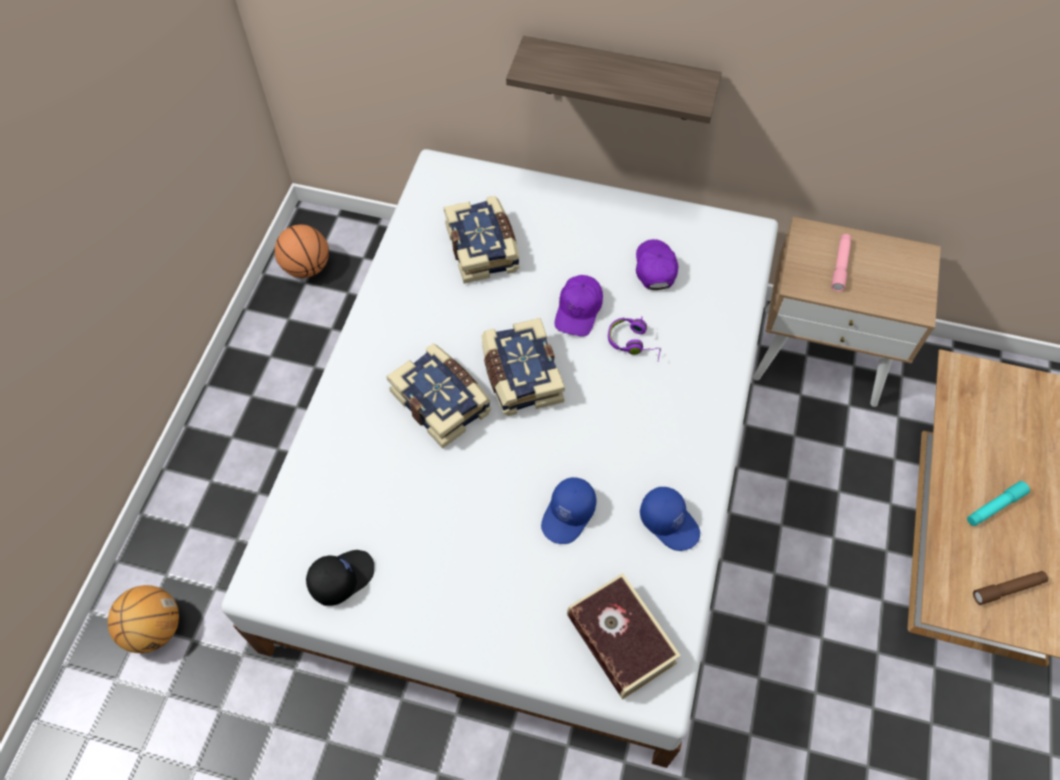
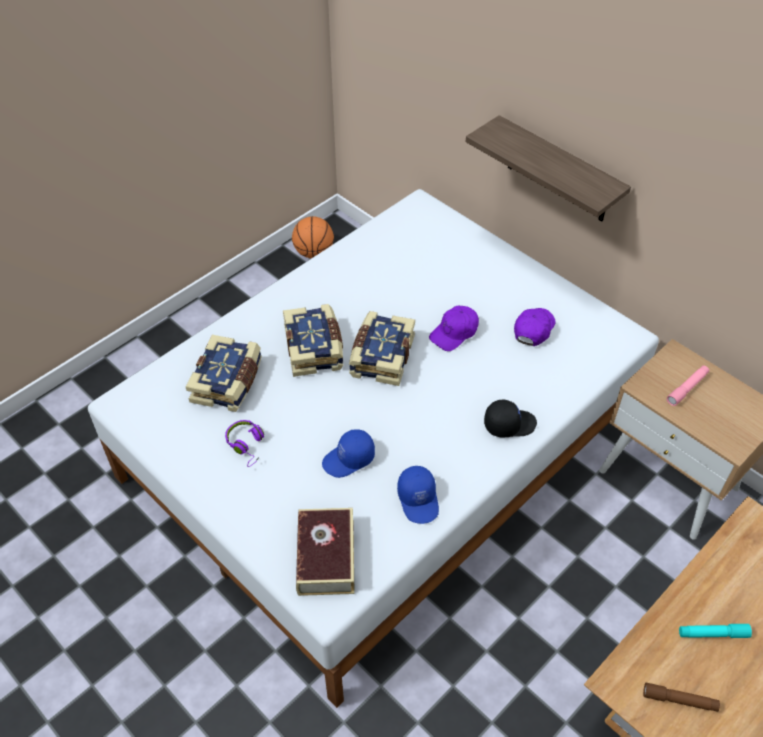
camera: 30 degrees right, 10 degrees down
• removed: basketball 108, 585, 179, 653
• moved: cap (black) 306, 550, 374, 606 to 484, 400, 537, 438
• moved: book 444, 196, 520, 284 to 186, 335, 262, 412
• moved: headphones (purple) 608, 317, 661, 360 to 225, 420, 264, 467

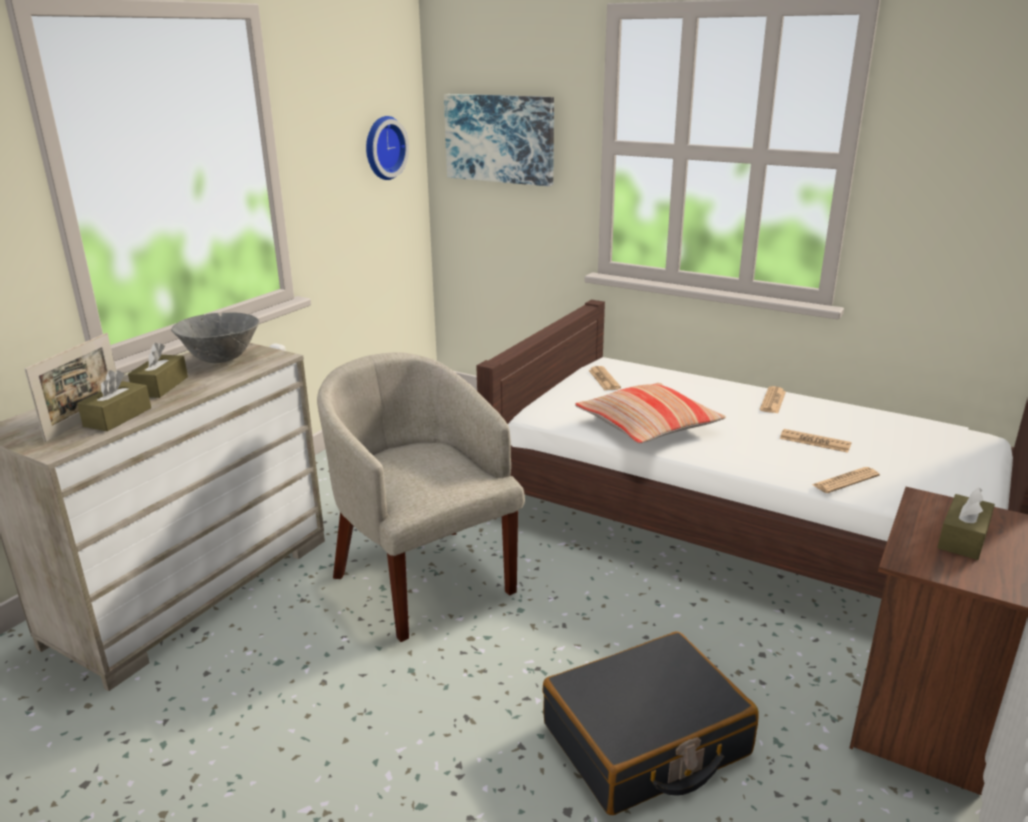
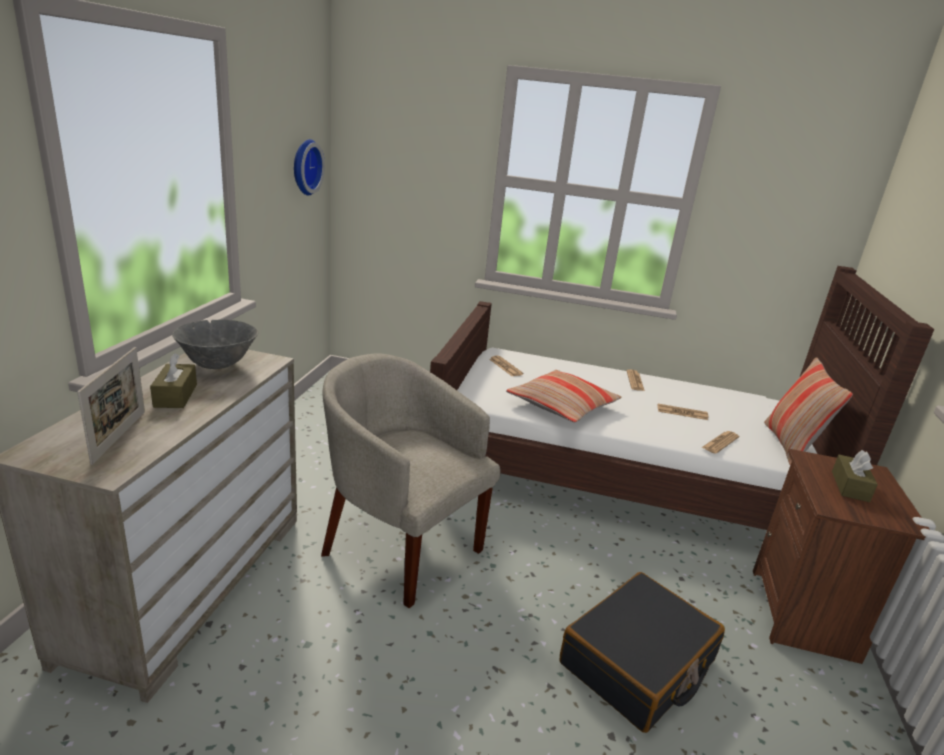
camera: 20 degrees left, 0 degrees up
• removed: tissue box (brown) 77, 370, 151, 431
• removed: picture 444, 94, 554, 186
• added: pillow 764, 357, 853, 465

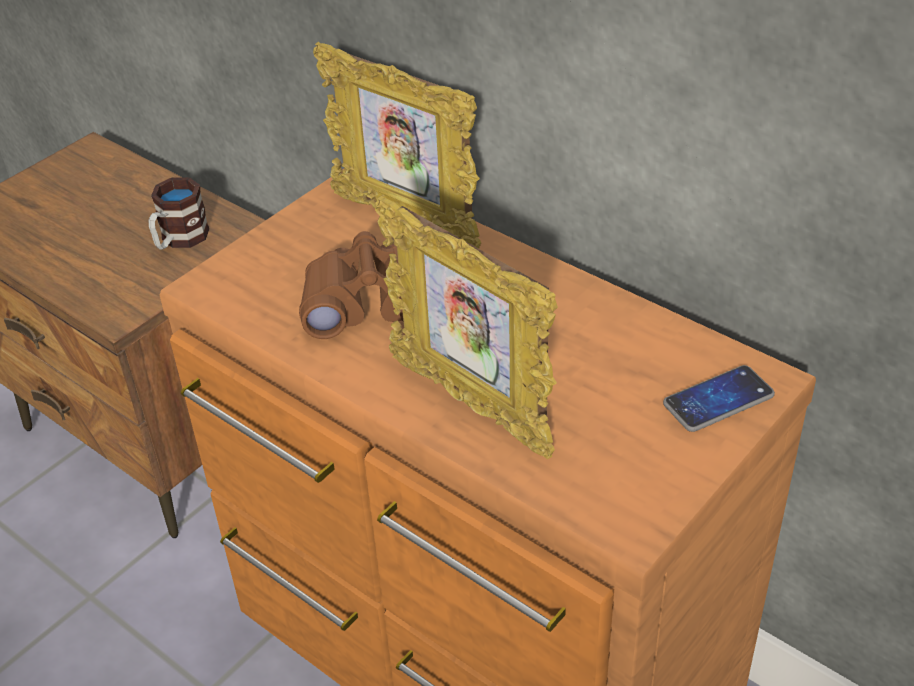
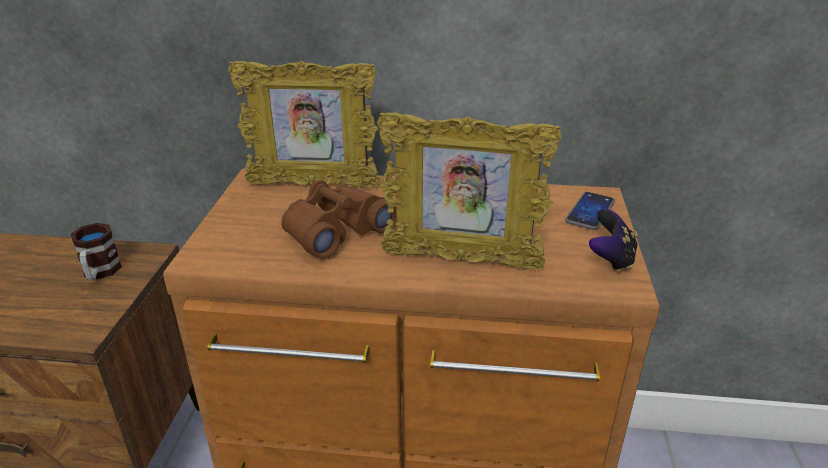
camera: 35 degrees left, 10 degrees down
• added: game controller 589, 209, 638, 273

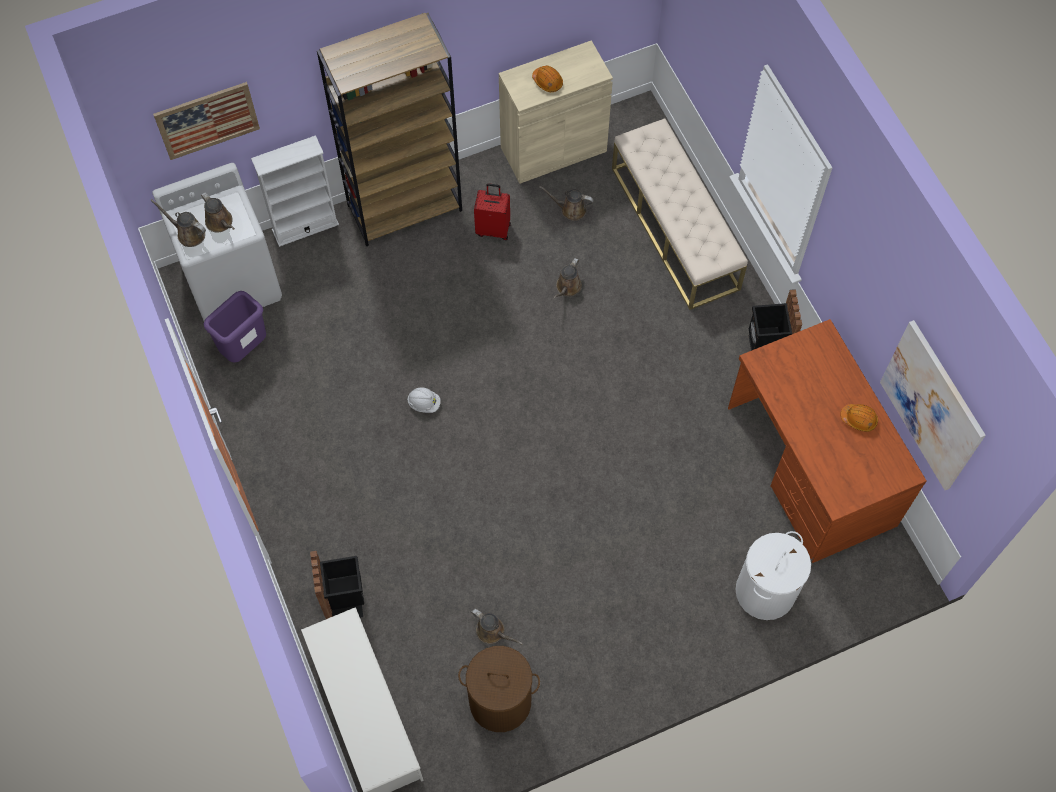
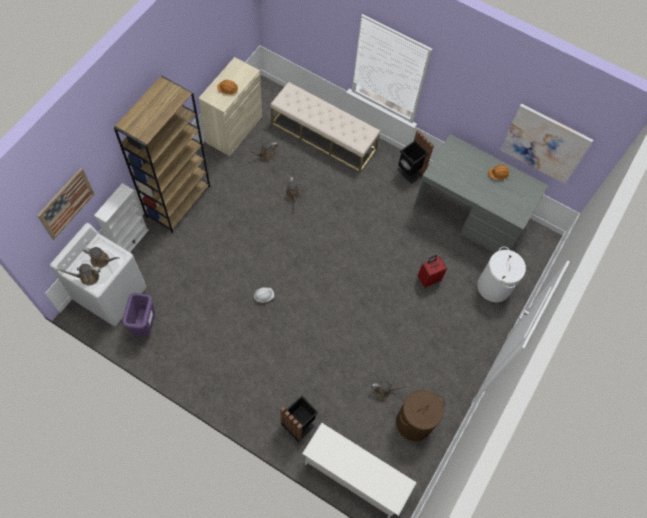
camera: 40 degrees left, 0 degrees up
• moved: suitcase (red) 474, 183, 511, 240 to 418, 255, 447, 288
• recoloured: desk (brown) 728, 319, 927, 563 to desk (grey) 413, 134, 549, 253

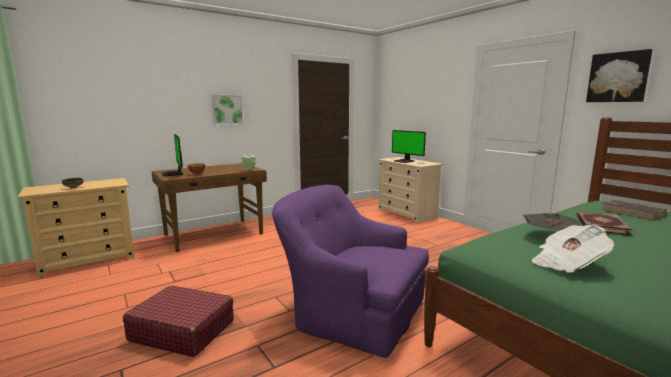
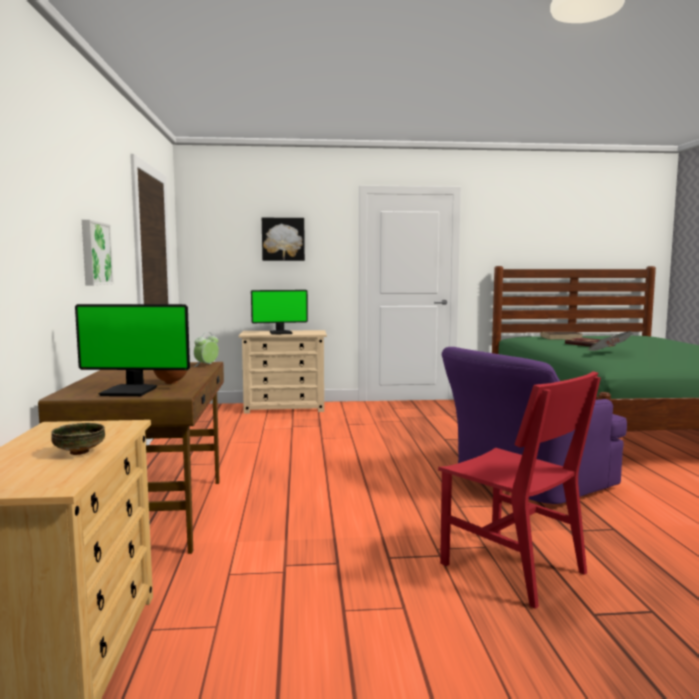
camera: 60 degrees left, 5 degrees down
• replaced: suitcase (red) 123, 286, 234, 357 to chair (red) 438, 371, 601, 609
• removed: newspaper 532, 225, 614, 273
• moved: picture 586, 49, 653, 102 to 262, 218, 305, 261

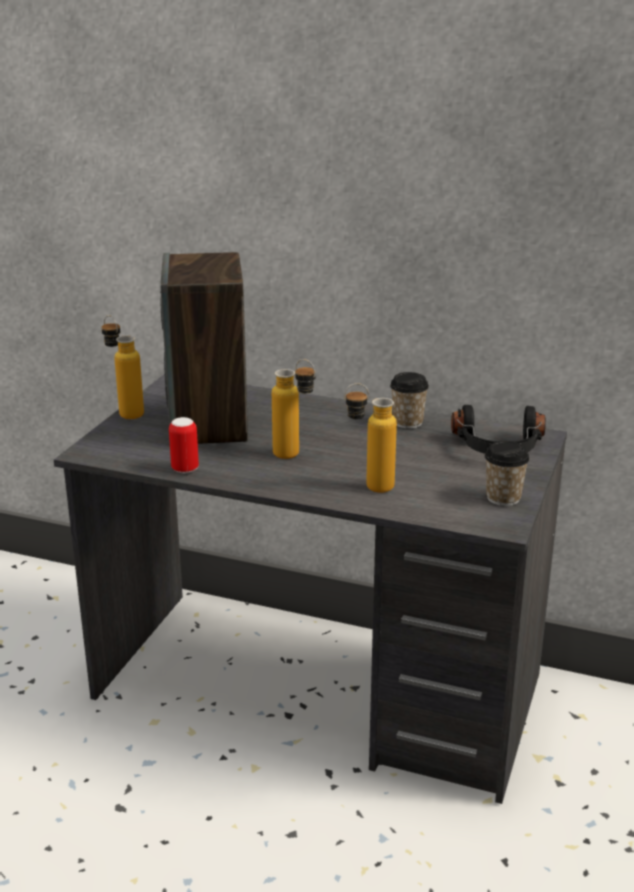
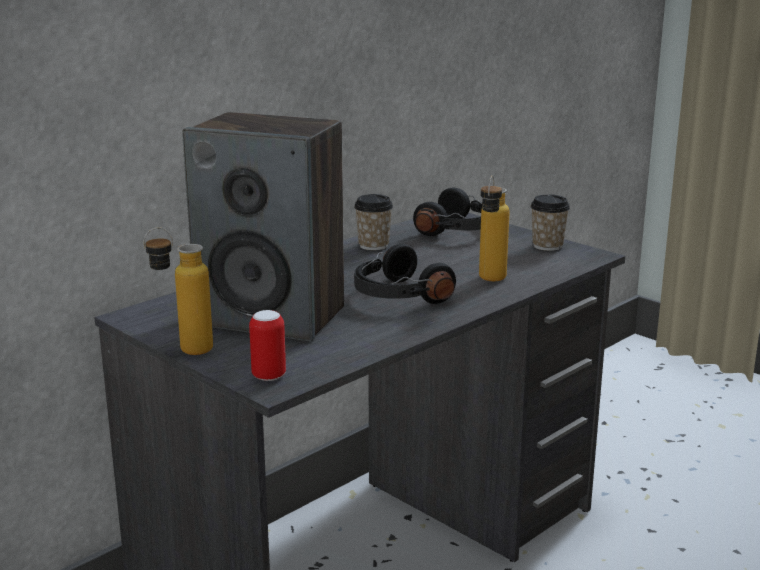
camera: 65 degrees left, 5 degrees down
• moved: can 169, 417, 199, 474 to 249, 310, 286, 381
• replaced: bottle 272, 359, 316, 459 to headphones (black) 354, 244, 456, 304

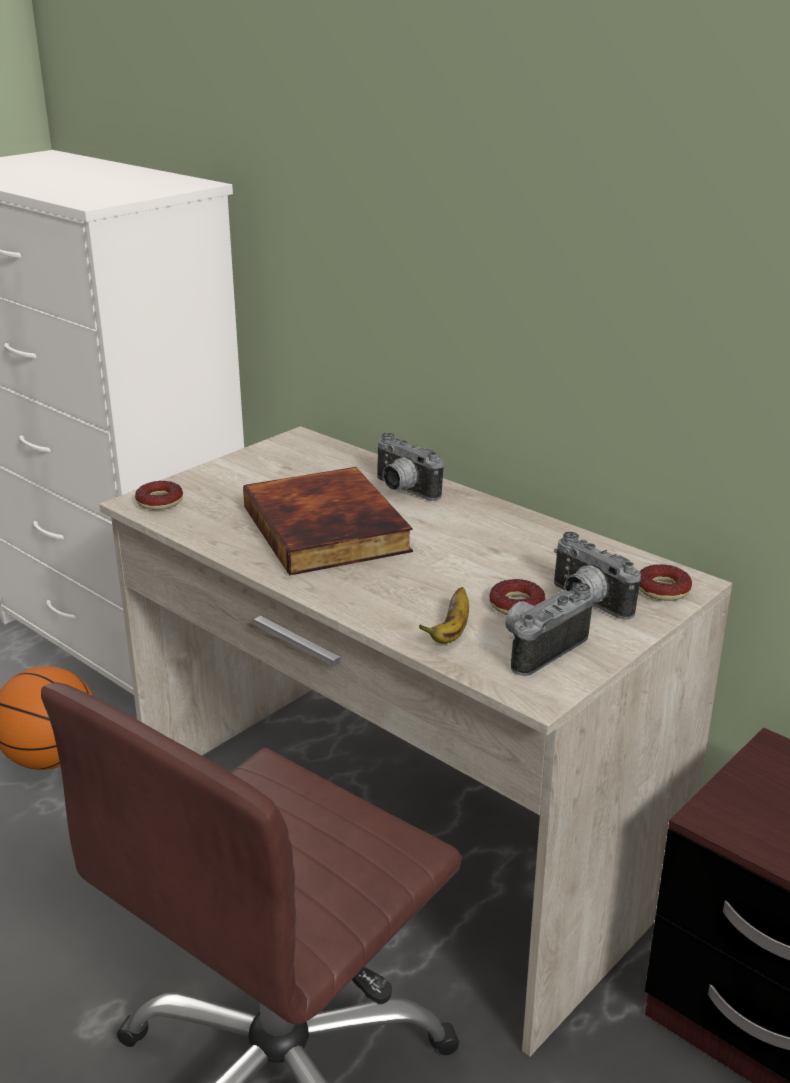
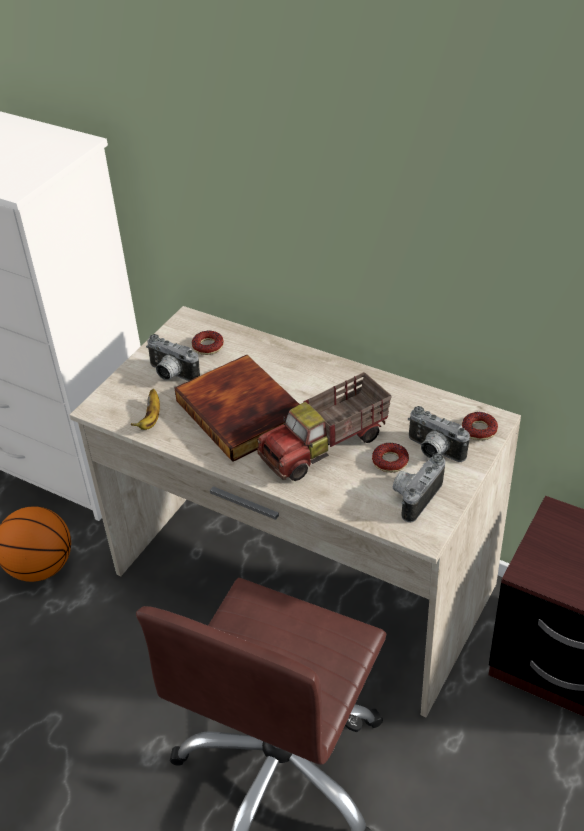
camera: 10 degrees left, 15 degrees up
• moved: donut 135, 481, 183, 510 to 192, 331, 224, 355
• moved: photo camera 375, 433, 444, 501 to 146, 334, 200, 381
• moved: banana 419, 587, 469, 643 to 131, 389, 160, 430
• added: toy truck 257, 372, 392, 481

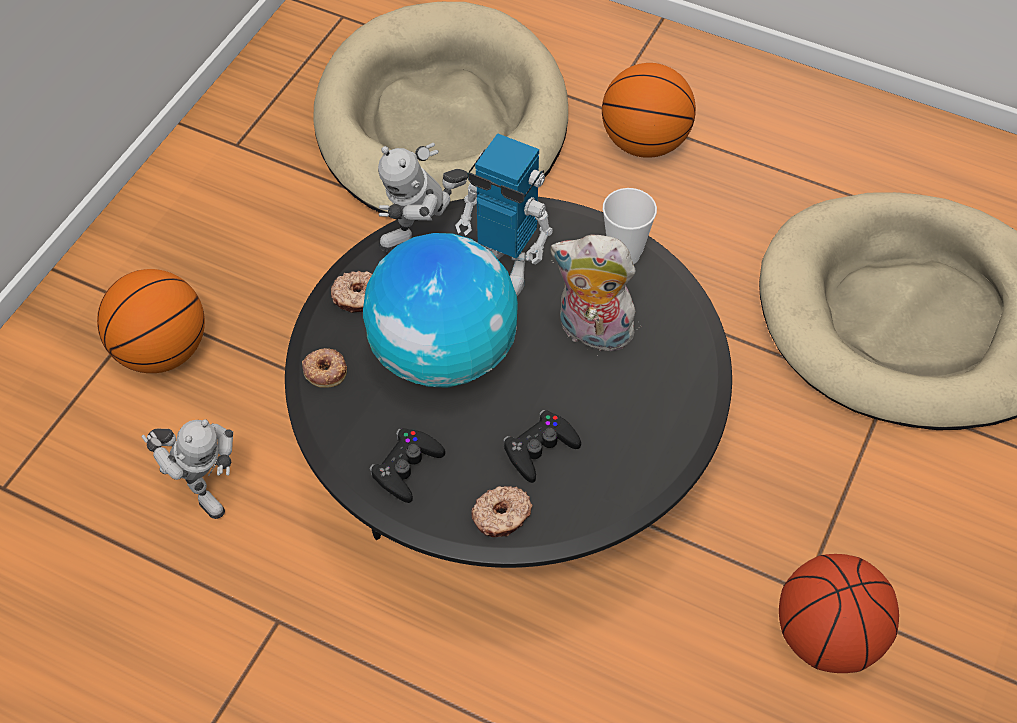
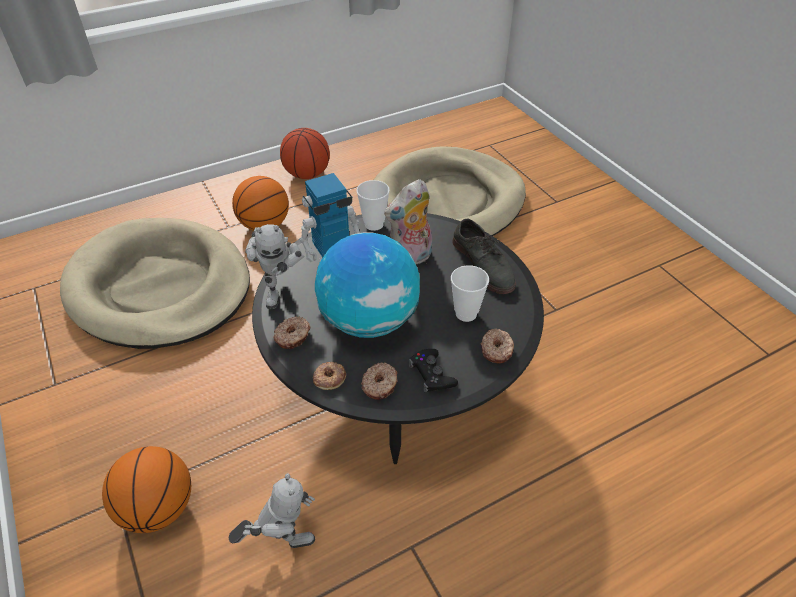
camera: 55 degrees left, 10 degrees down
• replaced: game controller (black) 503, 410, 581, 483 to cup 451, 265, 489, 322
• moved: basketball 779, 554, 899, 673 to 280, 128, 330, 179
• added: donut 361, 362, 398, 400
• added: shoe (grey) 452, 219, 516, 294

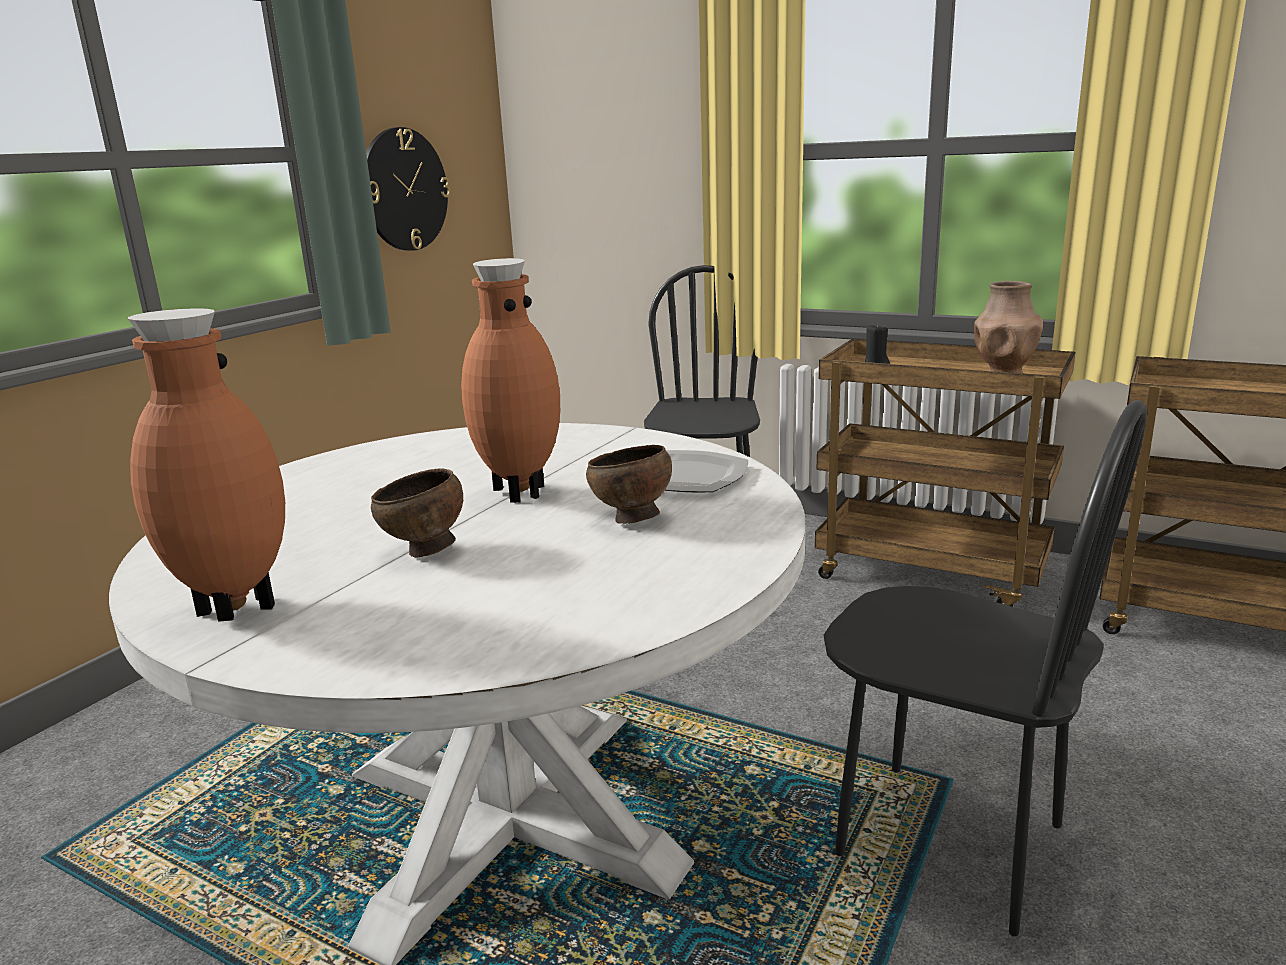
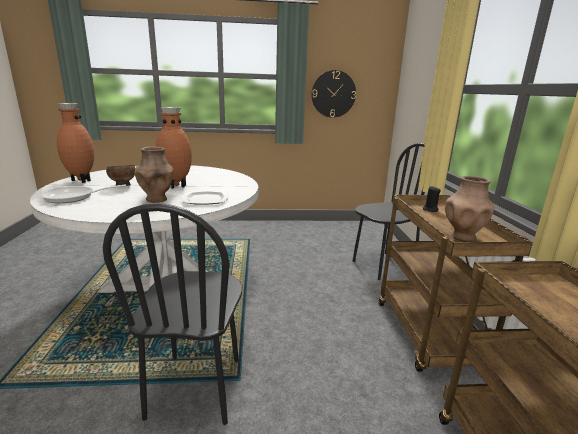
camera: 55 degrees right, 0 degrees up
• replaced: bowl (brown) 586, 445, 672, 524 to vase (brown) 135, 147, 173, 203
• added: frying pan 40, 185, 126, 203

